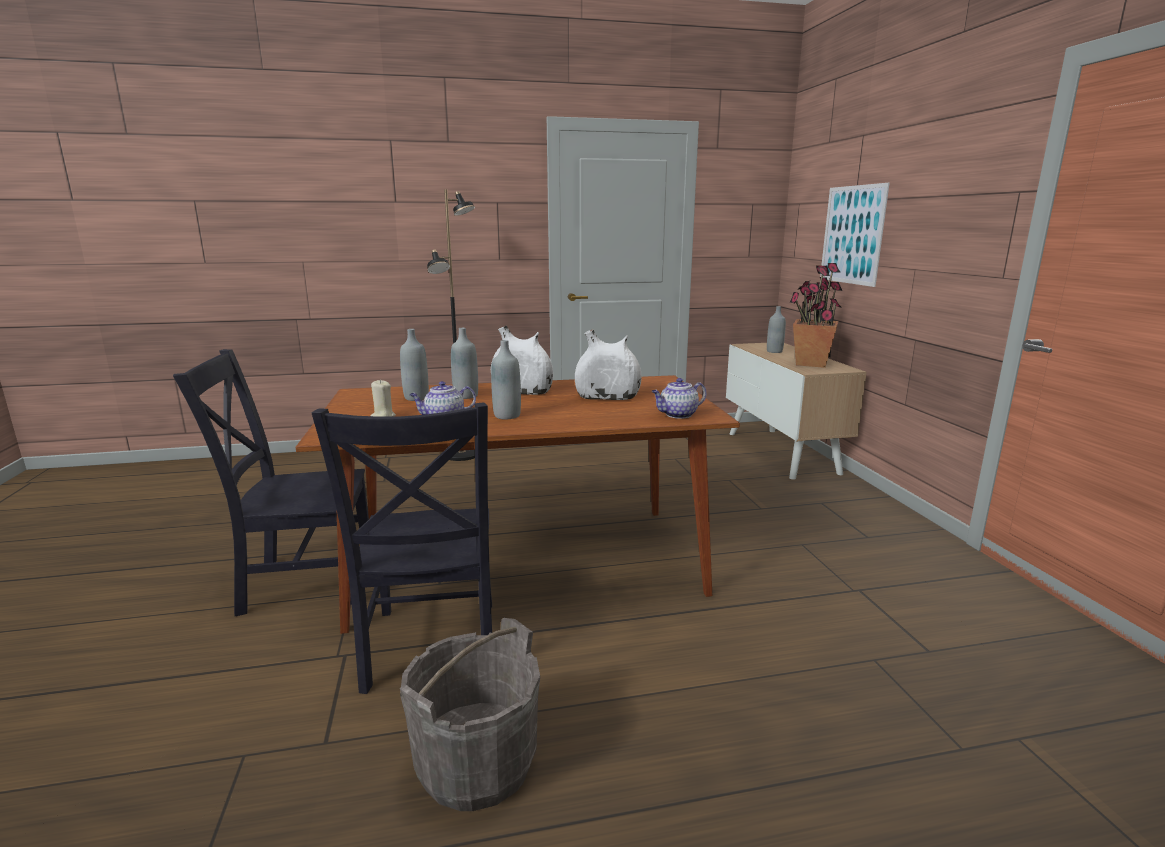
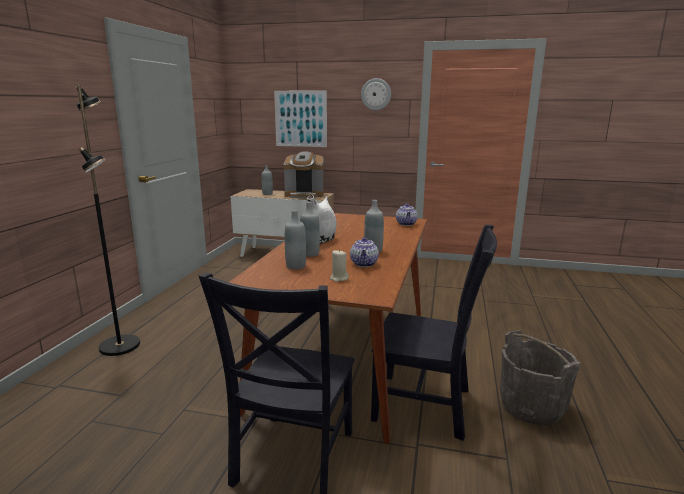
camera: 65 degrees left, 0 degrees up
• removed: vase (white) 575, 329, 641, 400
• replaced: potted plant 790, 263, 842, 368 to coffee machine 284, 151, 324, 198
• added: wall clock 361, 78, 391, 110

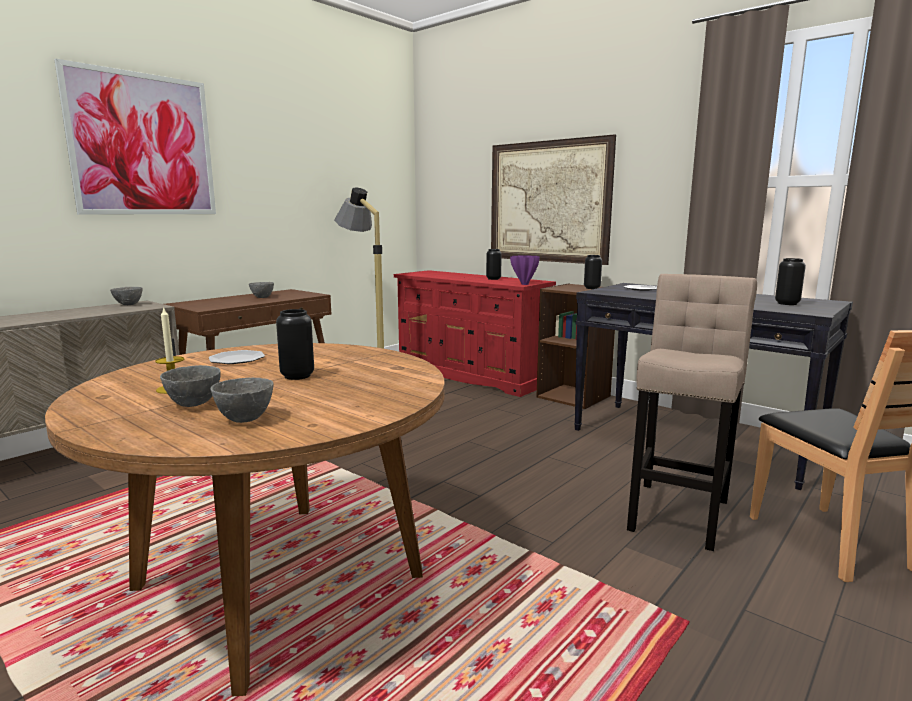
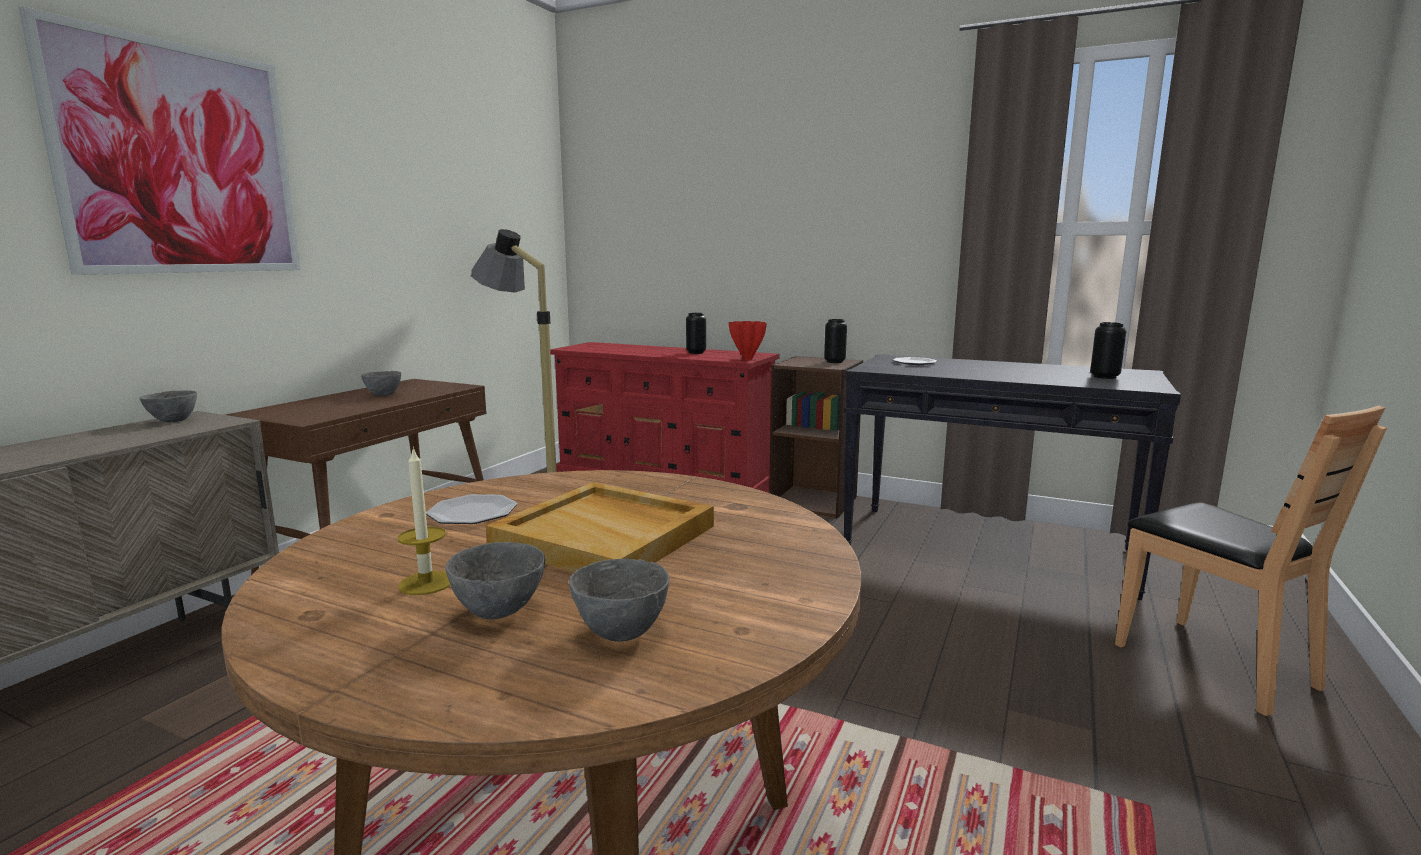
camera: 15 degrees left, 0 degrees up
• replaced: vase (black) 276, 309, 314, 380 to tray (beige) 486, 482, 714, 572
• removed: picture 491, 134, 616, 265
• recoloured: vase (purple) 510, 255, 540, 285 to vase (red) 729, 321, 767, 360
• removed: stool (beige) 627, 274, 757, 551

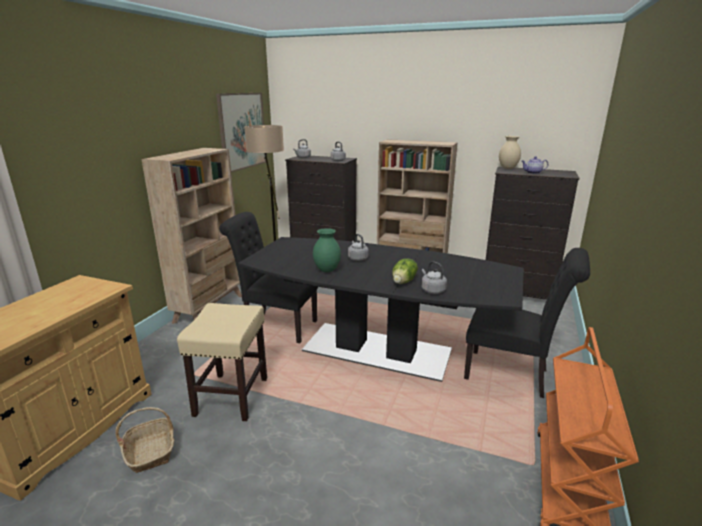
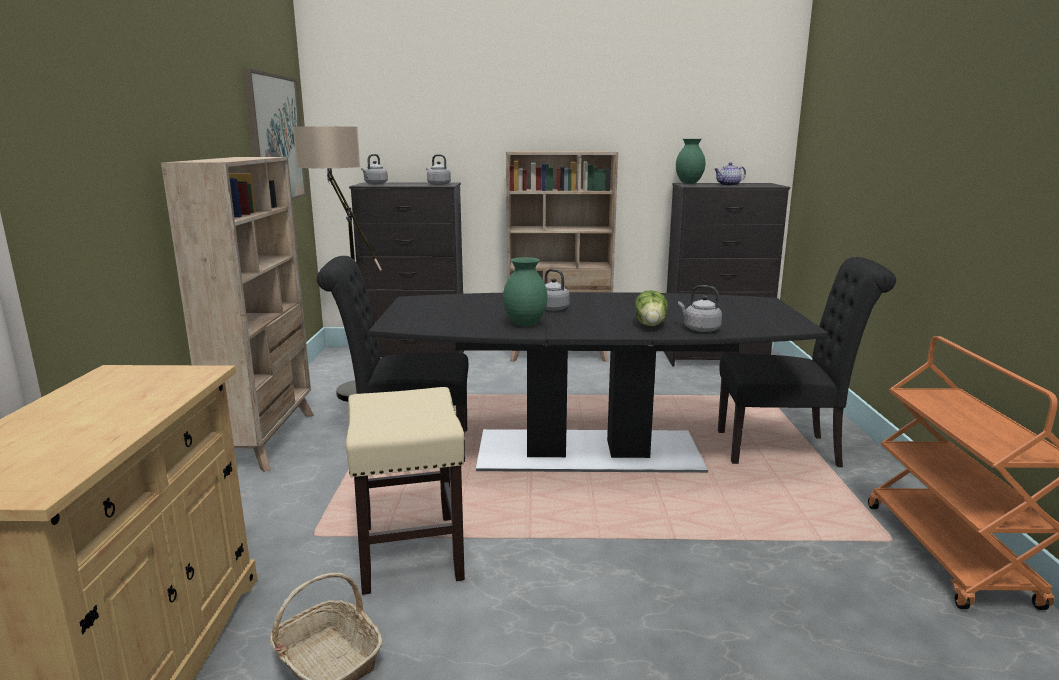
camera: 20 degrees left, 5 degrees down
• recoloured: vase (beige) 499, 136, 521, 169 to vase (green) 676, 139, 706, 184

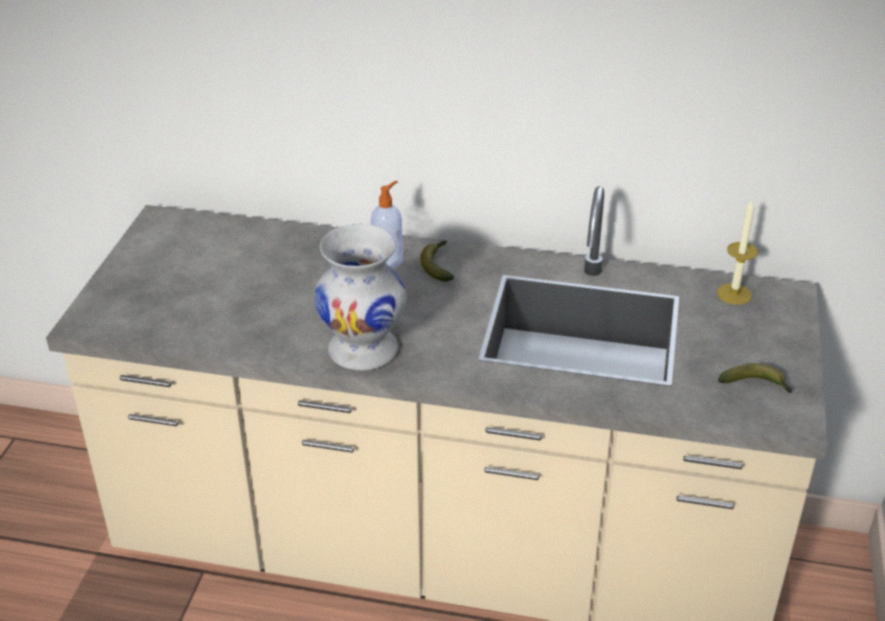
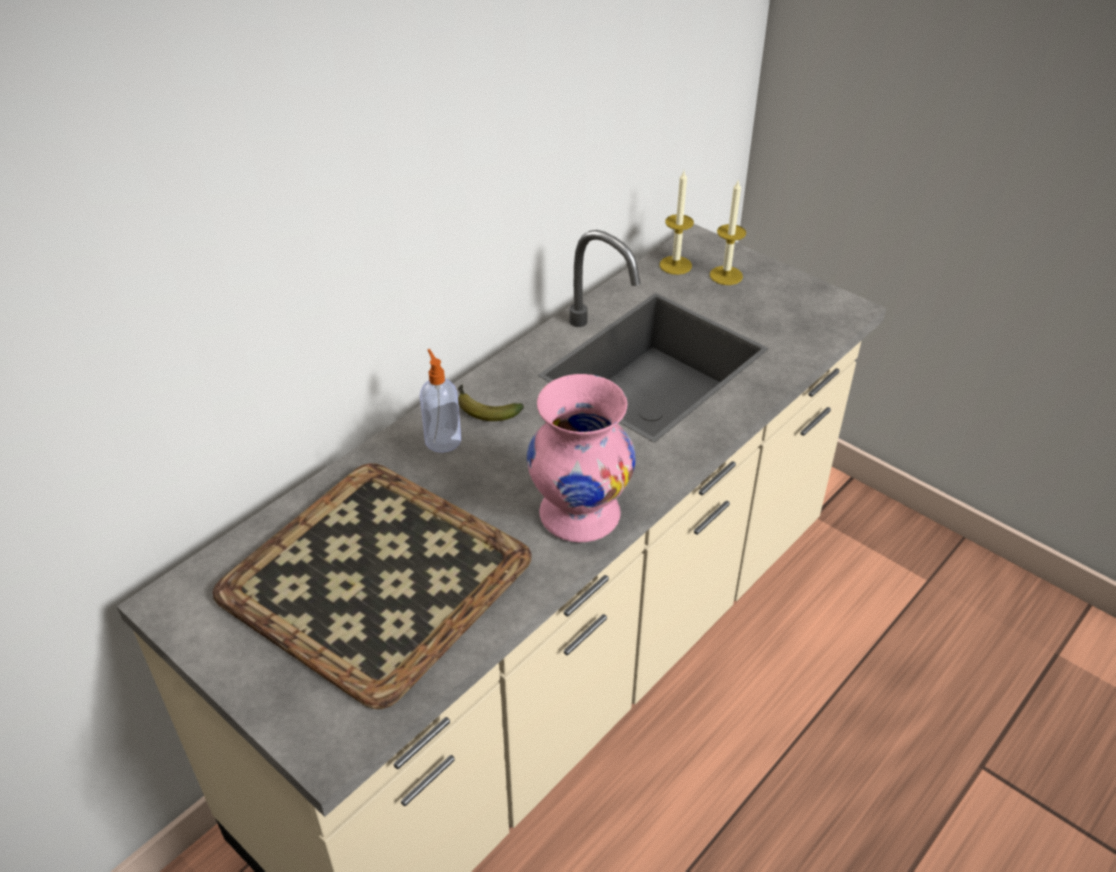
camera: 60 degrees left, 5 degrees up
• recoloured: vase (white) 314, 224, 407, 371 to vase (pink) 527, 374, 636, 542
• removed: banana 718, 363, 793, 393
• added: tray 213, 463, 532, 709
• added: candle 710, 181, 746, 285

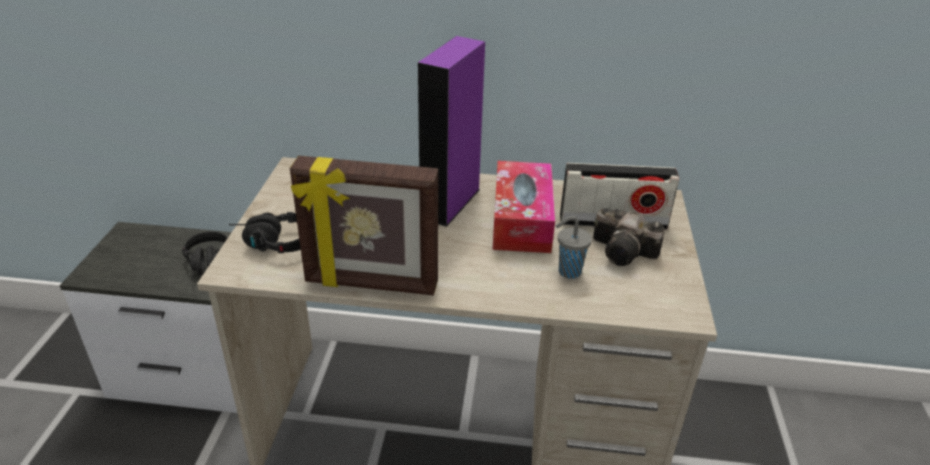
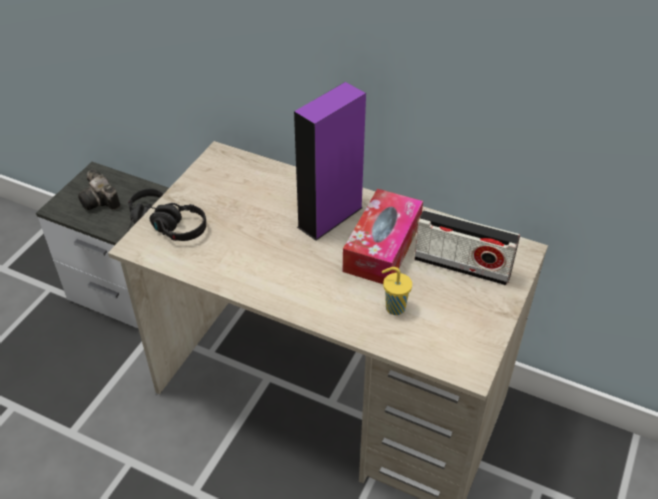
camera: 20 degrees right, 10 degrees up
• removed: picture frame 290, 156, 438, 295
• recoloured: cup (grey) 556, 216, 592, 279 to cup (yellow) 382, 267, 412, 315
• moved: photo camera 593, 208, 665, 266 to 78, 169, 120, 210

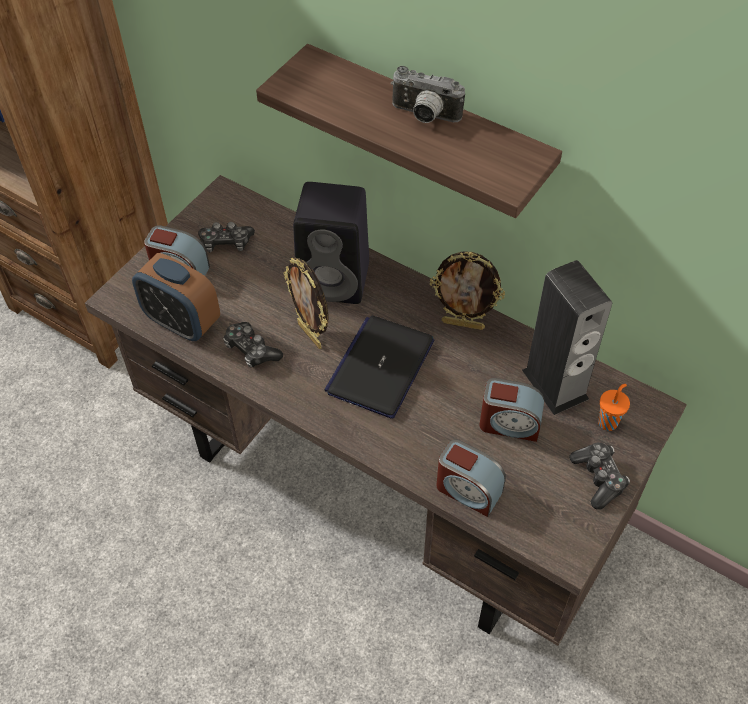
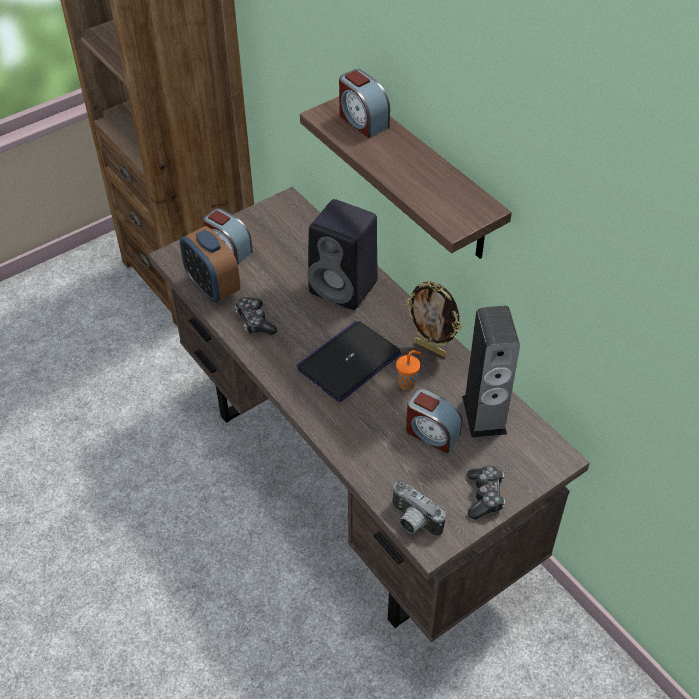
camera: 20 degrees right, 5 degrees down
• removed: game controller 198, 222, 255, 252
• removed: picture frame 283, 257, 329, 349
• moved: photo camera 391, 66, 465, 123 to 391, 480, 446, 537
• moved: alarm clock 436, 439, 506, 517 to 339, 69, 390, 138
• moved: cup (orange) 598, 384, 630, 431 to 396, 350, 421, 391

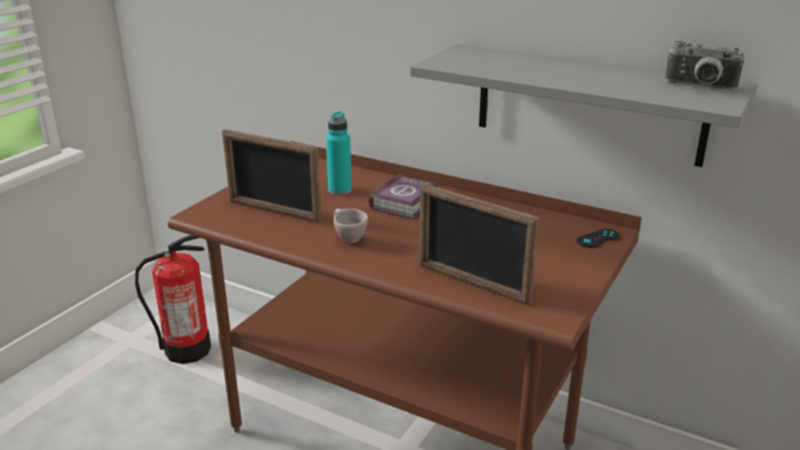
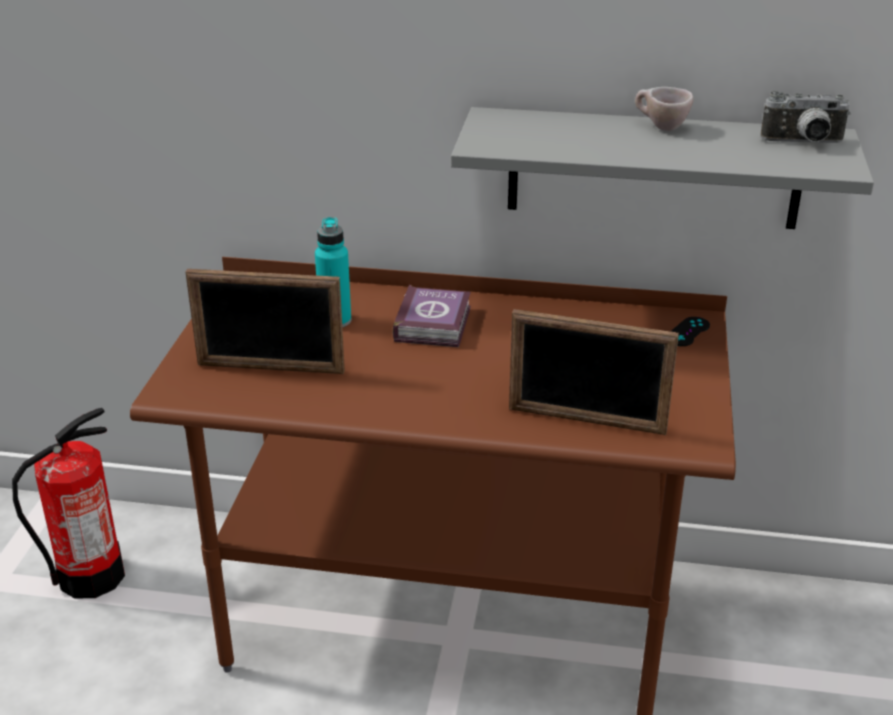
camera: 20 degrees left, 5 degrees up
• moved: cup (beige) 334, 209, 368, 243 to 635, 87, 693, 131

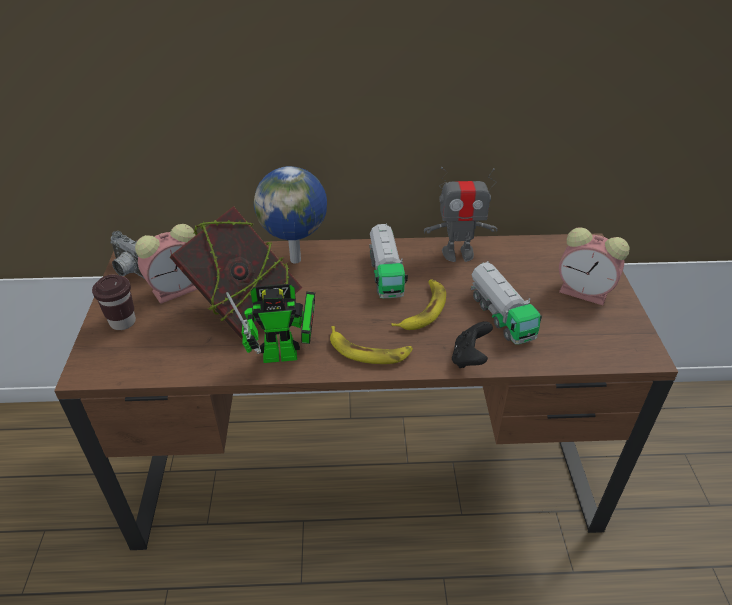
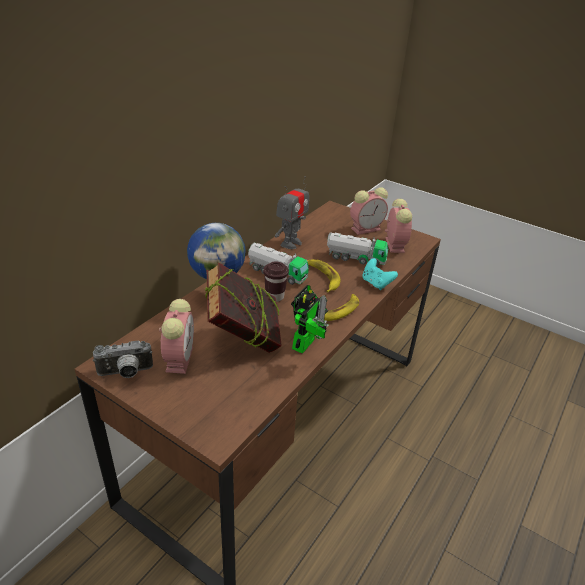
camera: 55 degrees left, 5 degrees down
• moved: cup (brown) 92, 274, 136, 330 to 263, 261, 289, 302
• recoloured: game controller (black) 452, 321, 493, 368 to game controller (turquoise) 363, 258, 398, 290
• added: alarm clock 385, 199, 412, 253

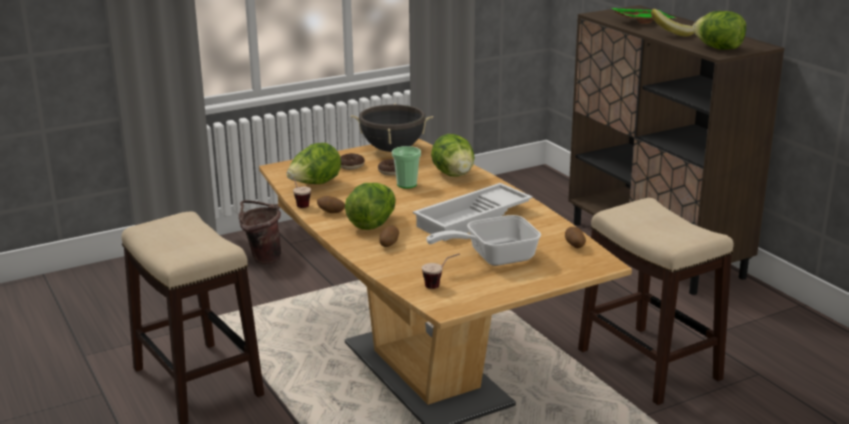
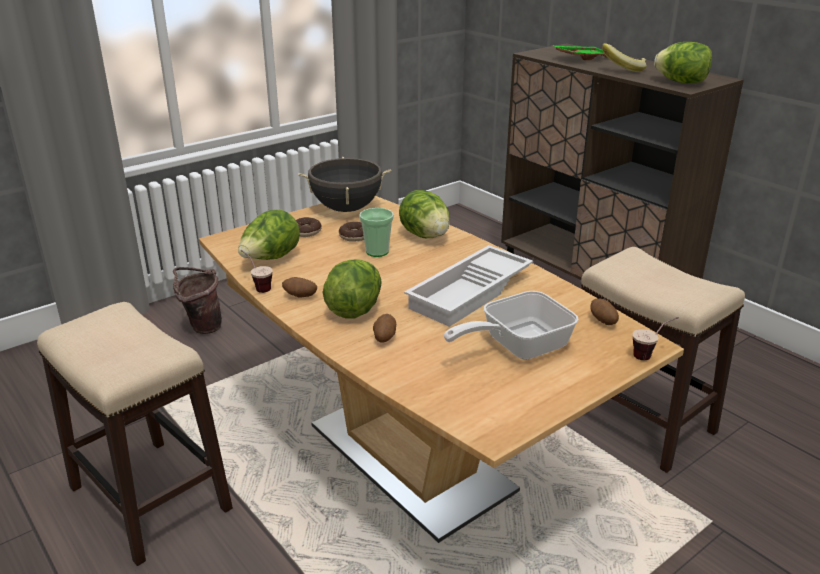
camera: 10 degrees left, 5 degrees up
• moved: cup 422, 254, 460, 289 to 633, 317, 679, 360

